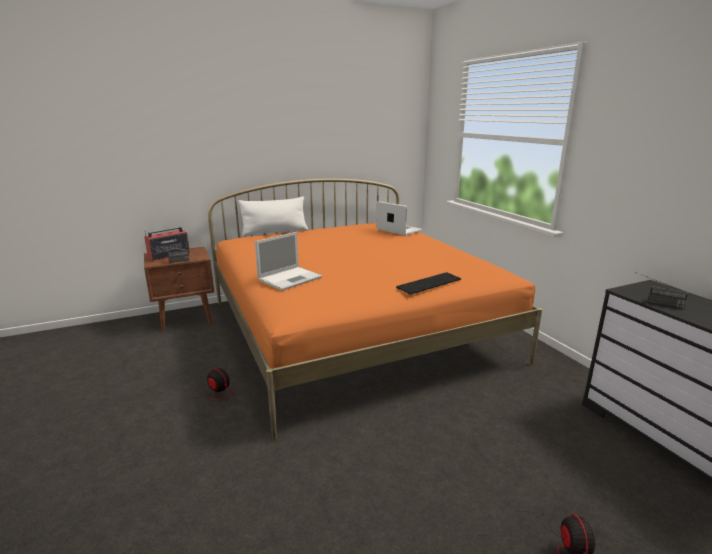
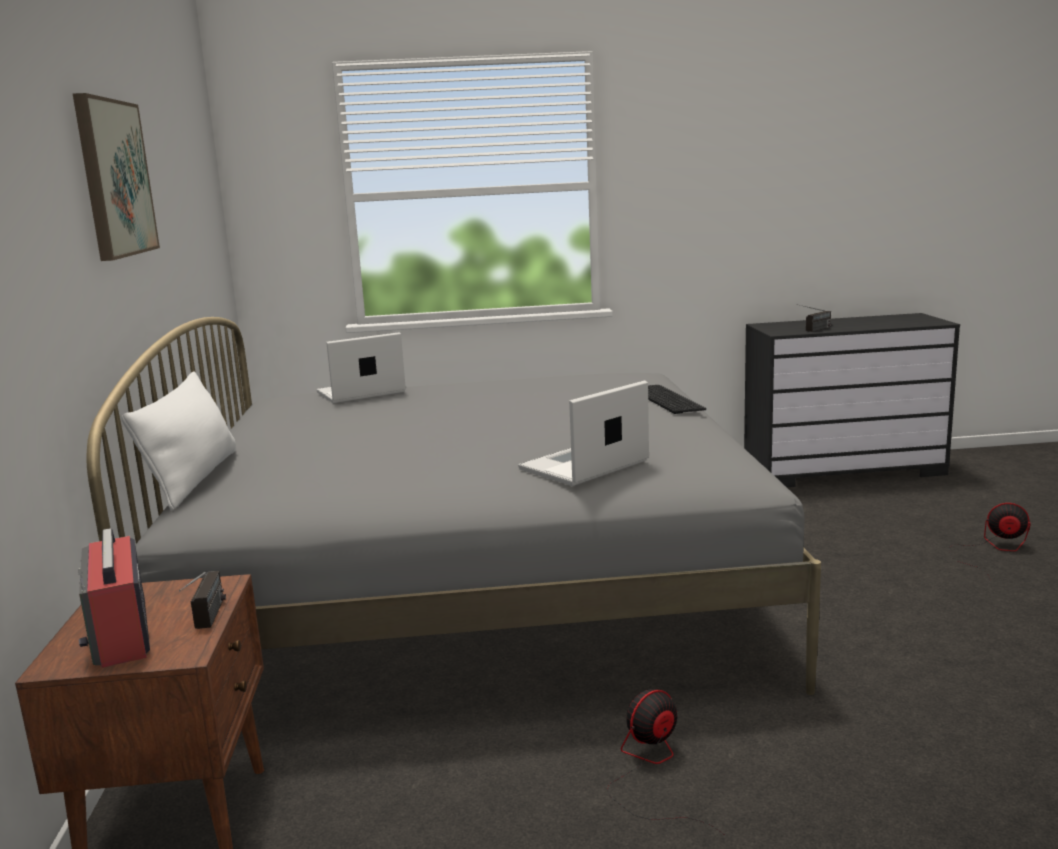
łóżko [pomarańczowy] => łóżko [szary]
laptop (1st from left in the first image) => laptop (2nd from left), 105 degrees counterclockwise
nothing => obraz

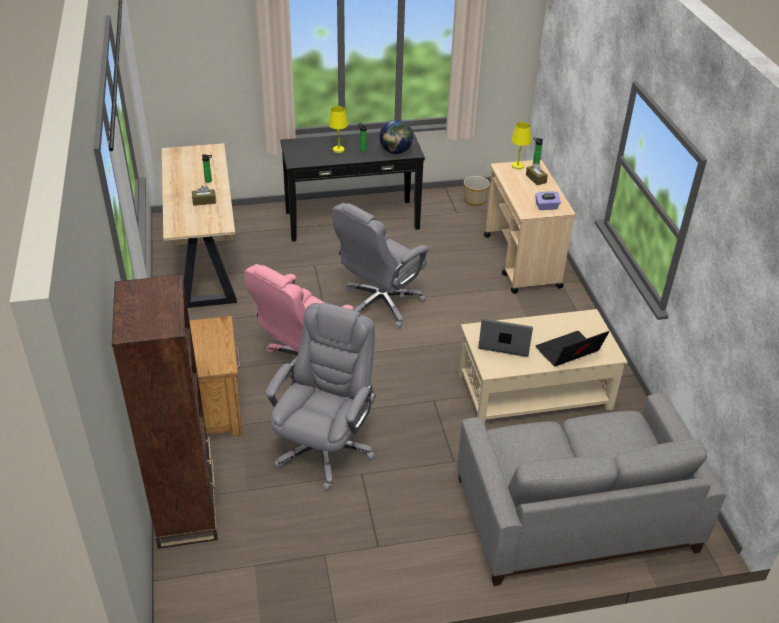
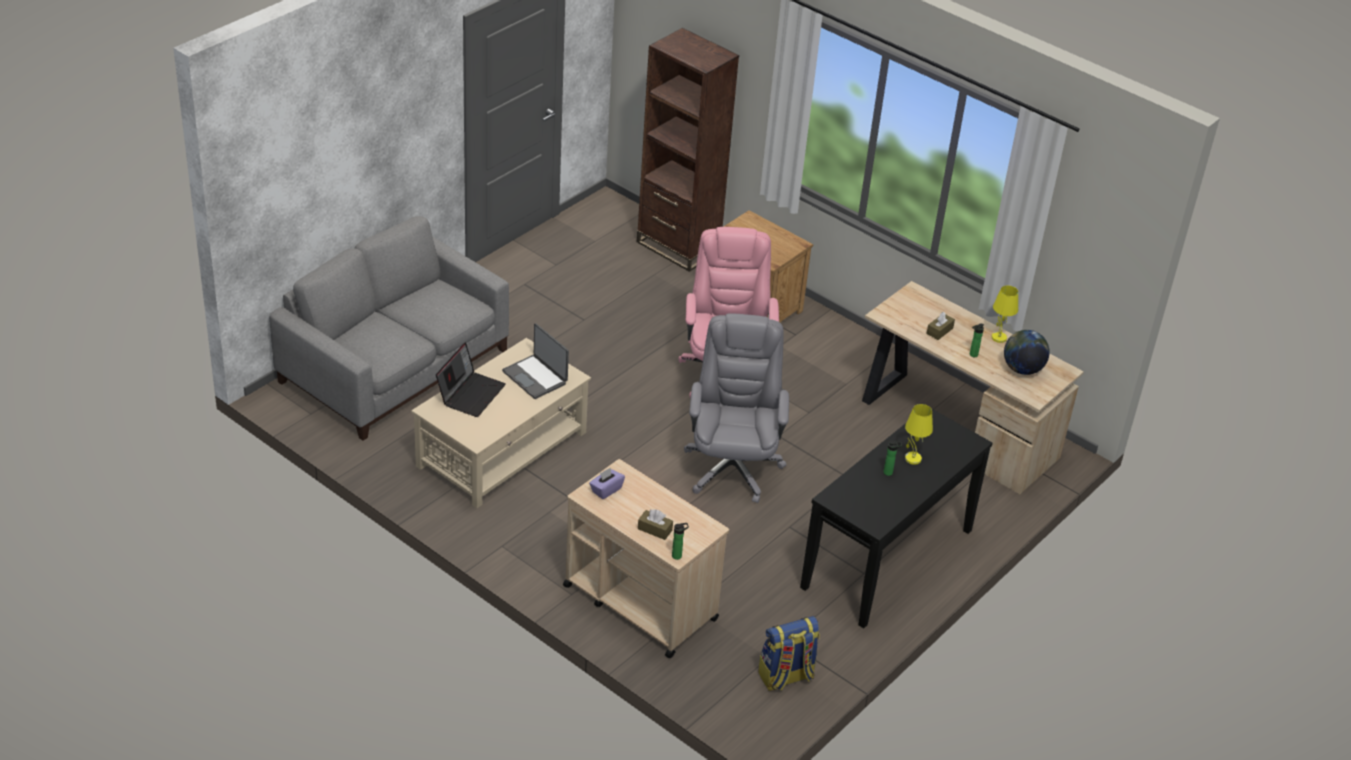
globus, moved
lampa stołowa [żółty] (2nd from left), moved
donica => plecak
krzesło biurowe [szary] (1st from left) => nothing
laptop (1st from left in the first image) => laptop (2nd from left), 75 degrees clockwise

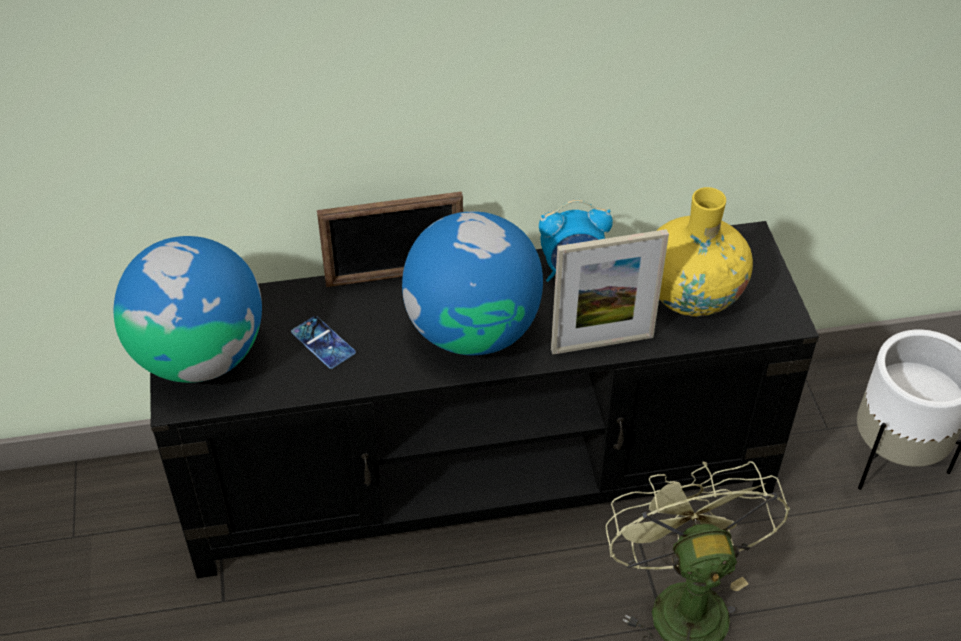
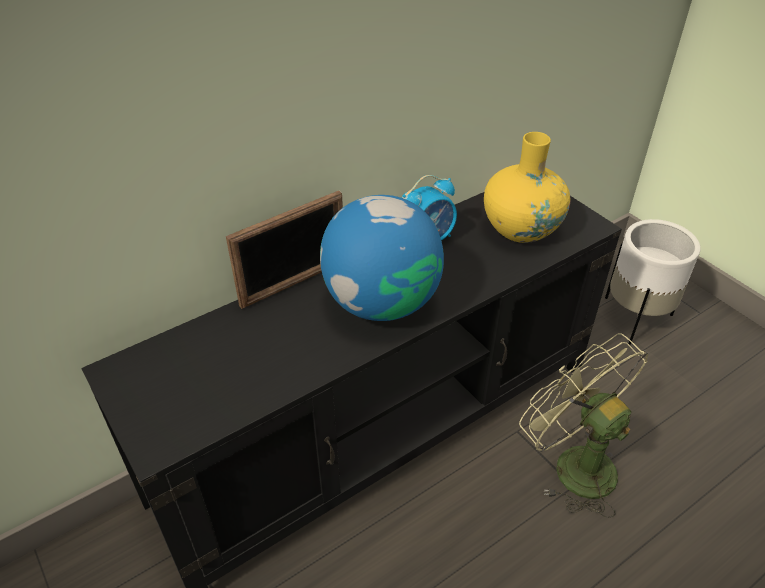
ramka na zdjęcie (2nd from left) => nothing
globus (1st from left) => nothing
telefon => nothing

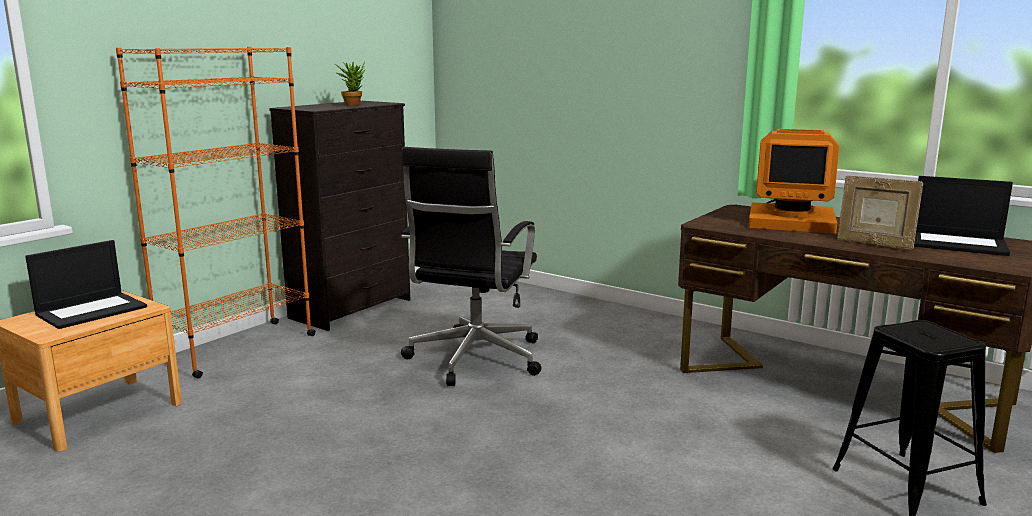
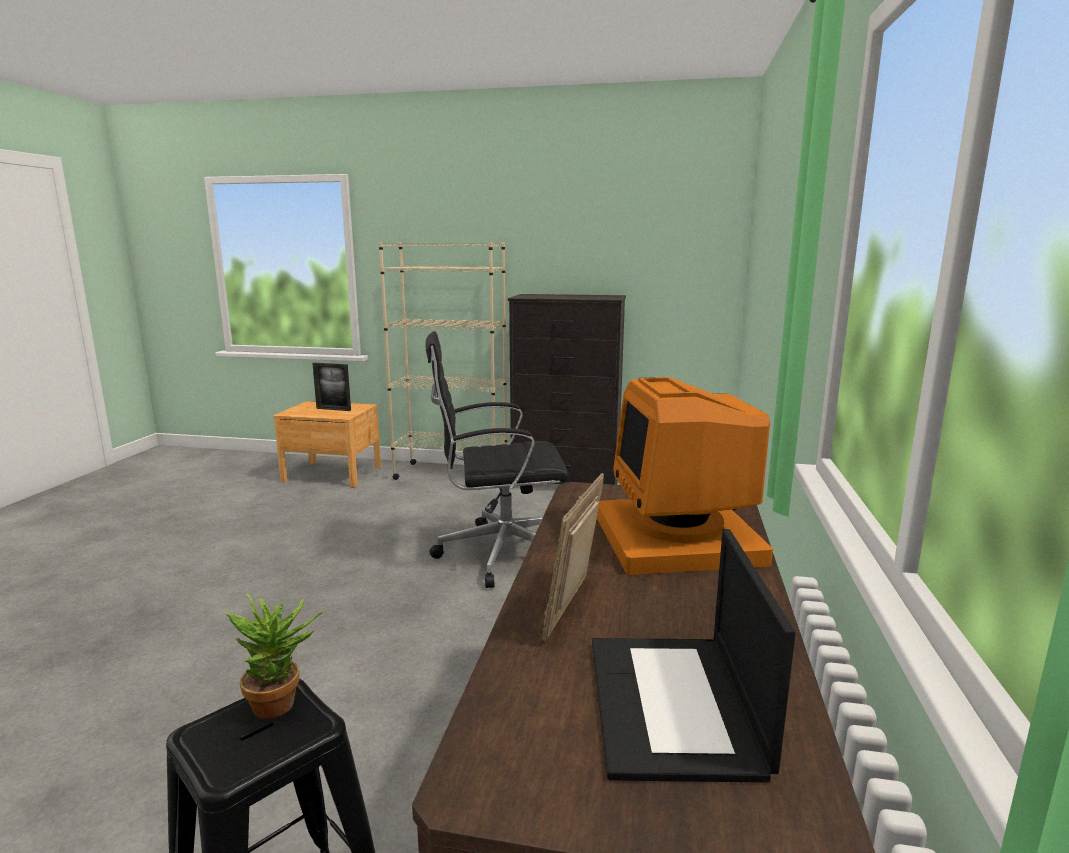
regał [pomarańczowy] => regał [beżowy]
roślina doniczkowa, moved
laptop (1st from left) => ramka na zdjęcie (1st from left)

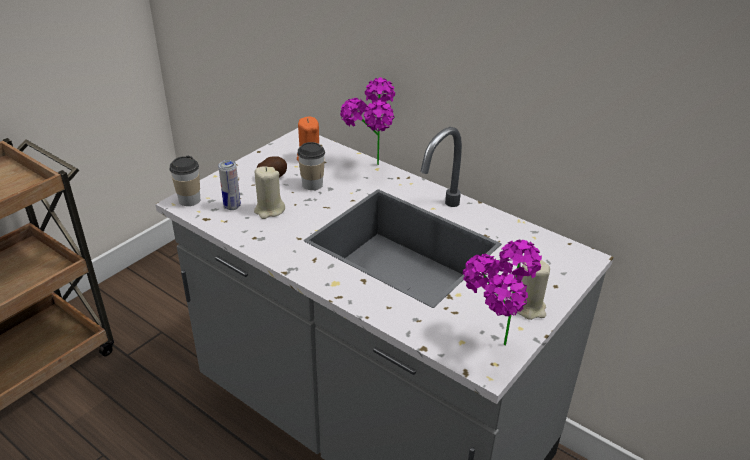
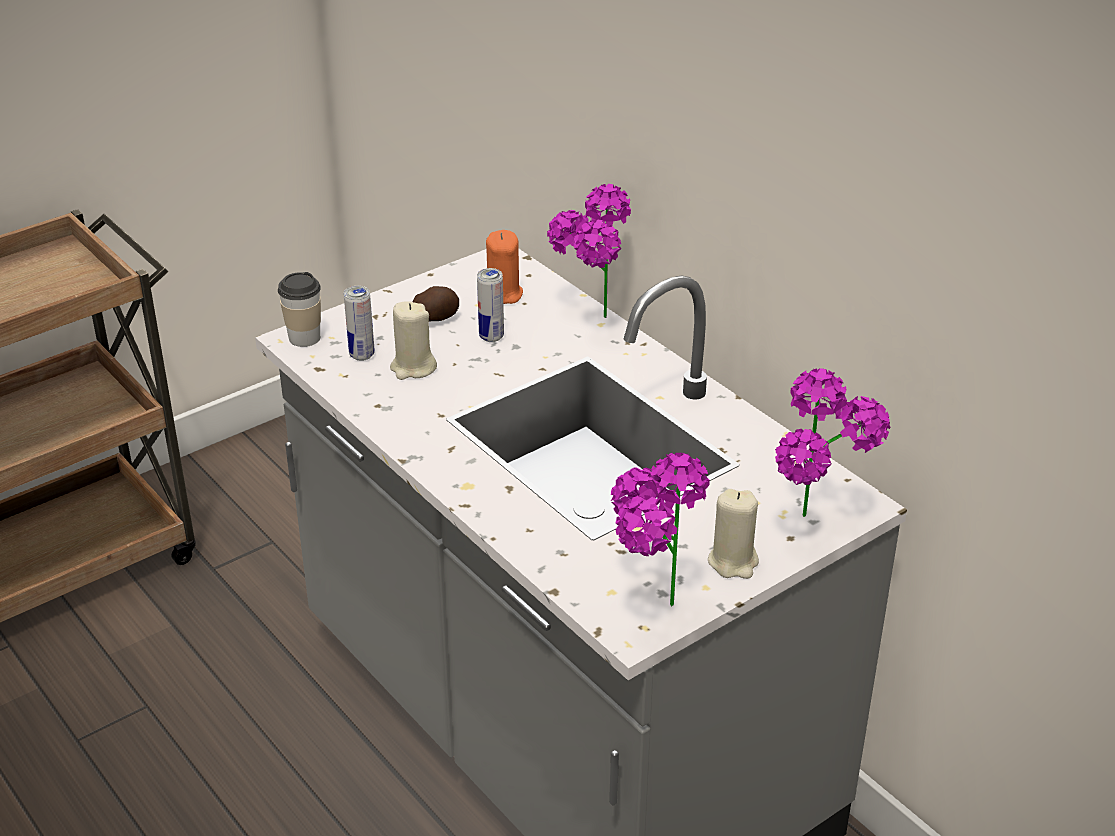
filiżanka (2nd from left) => puszka (2nd from left)
nothing => roślina doniczkowa (3rd from left)

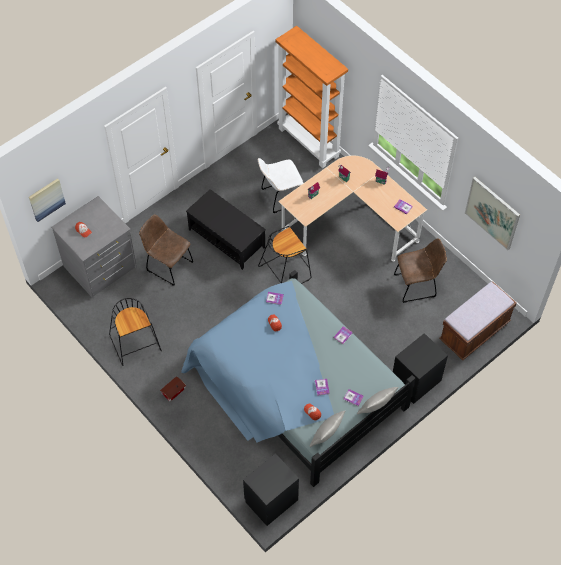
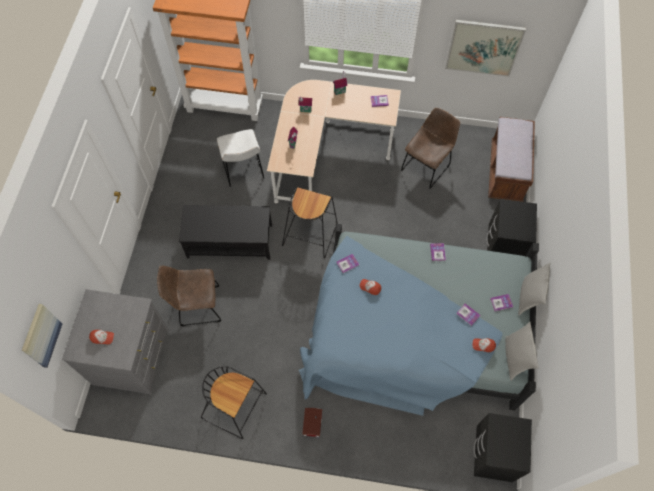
krzesło [biały], 45 degrees counterclockwise

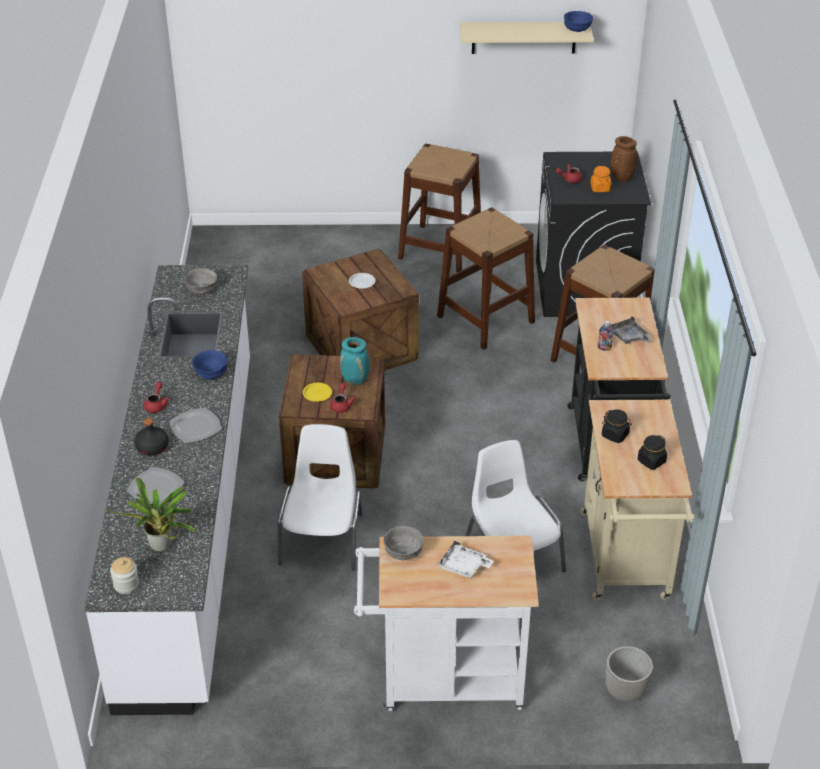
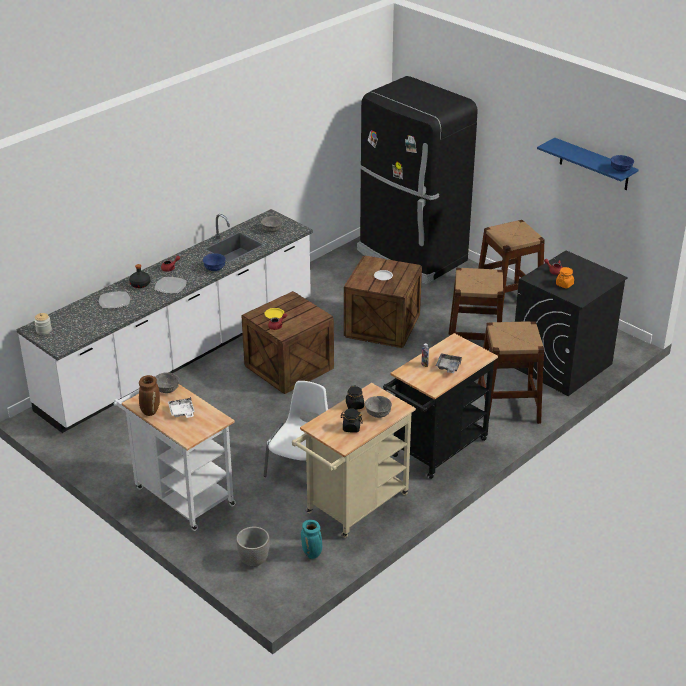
półka [beżowy] => półka [niebieski]
wazon [brązowy], moved
wazon [turkusowy], moved
krzesło [biały] (1st from left) => nothing
roślina doniczkowa => nothing
nothing => lodówka [czarny]
nothing => miska [szary] (3rd from left)

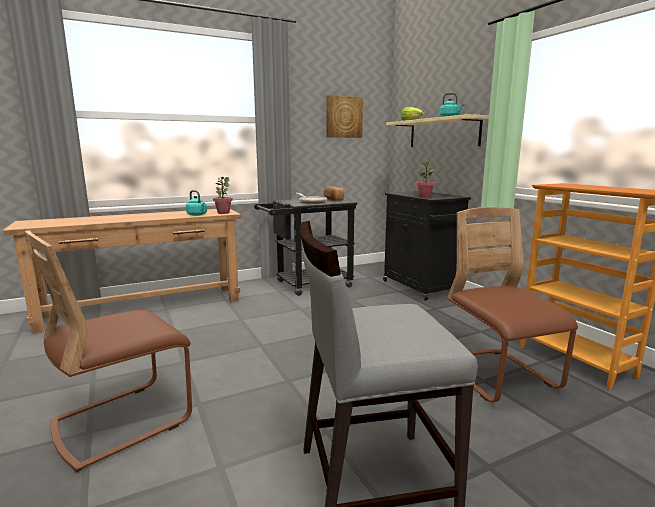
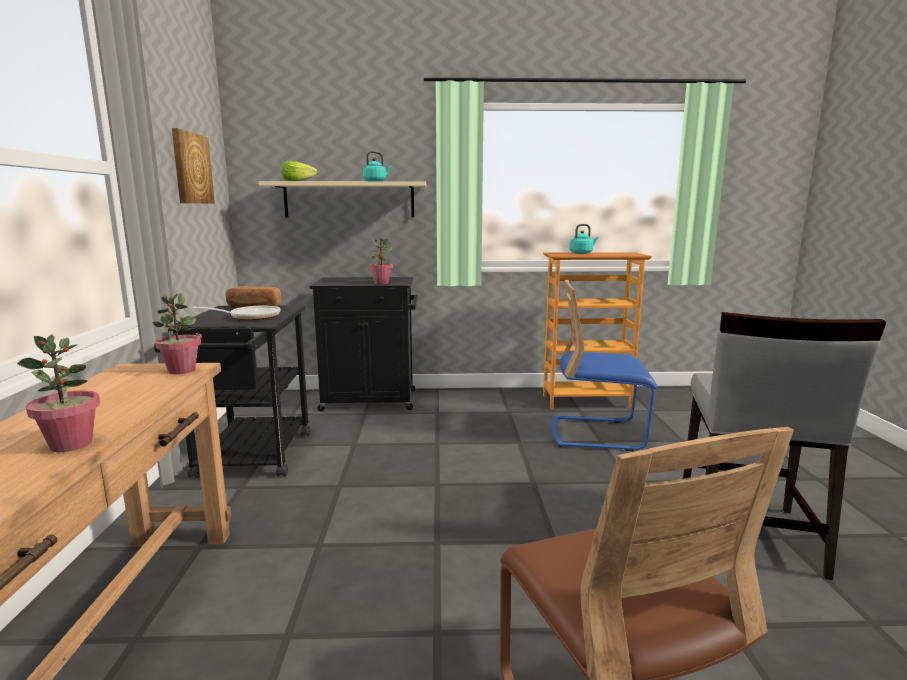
czajnik [turkusowy] (1st from left in the first image) => czajnik [turkusowy] (2nd from left), moved
krzesło [brązowy] (2nd from left) => krzesło [niebieski]
nothing => roślina doniczkowa (1st from left)

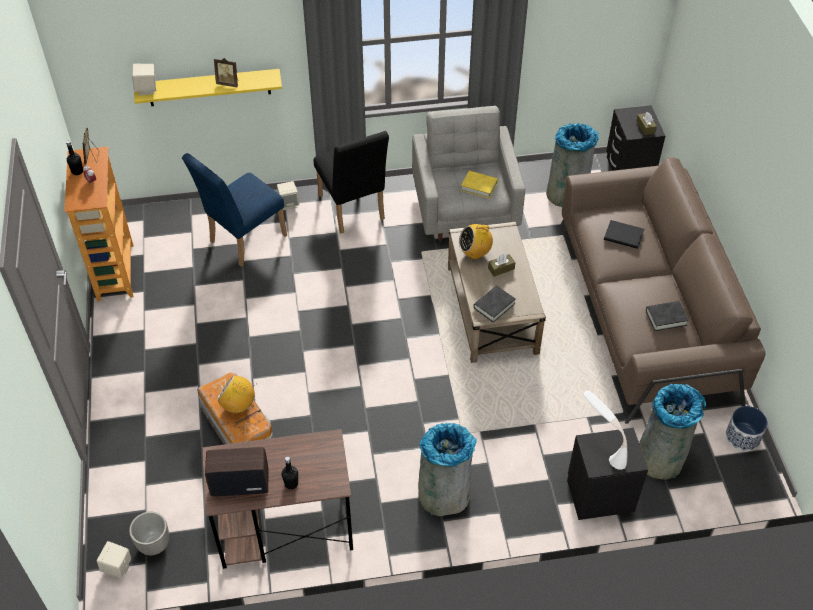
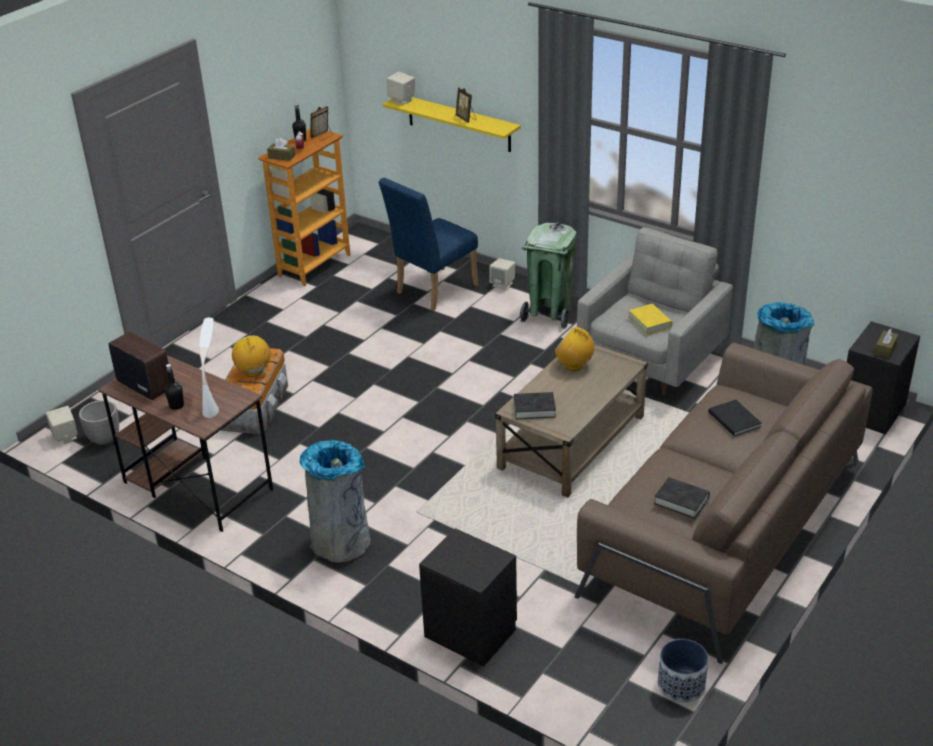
krzesło [czarny] => kosz na śmieci [zielony]
krzesło [niebieski], 45 degrees counterclockwise
pudełko chusteczek [brązowy] (1st from left), moved
kosz na śmieci [szary] (3rd from left) => nothing
lampa stołowa [biały], moved

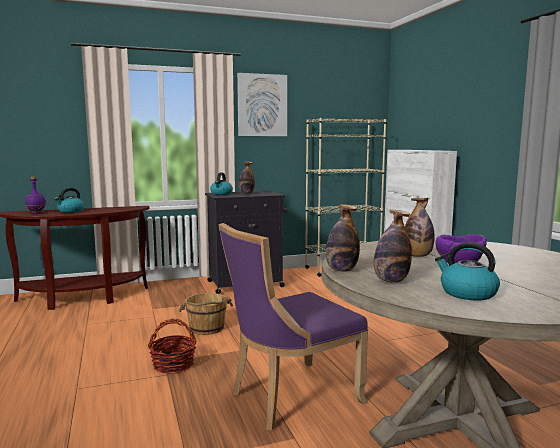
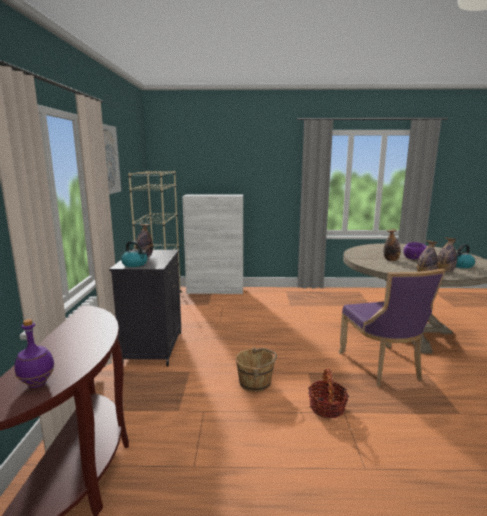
czajnik (1st from left) => nothing

